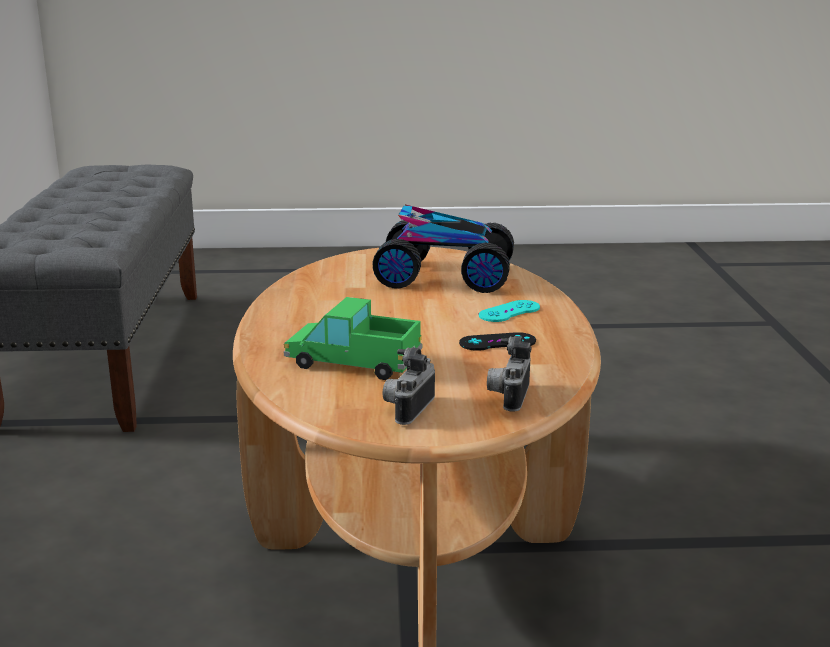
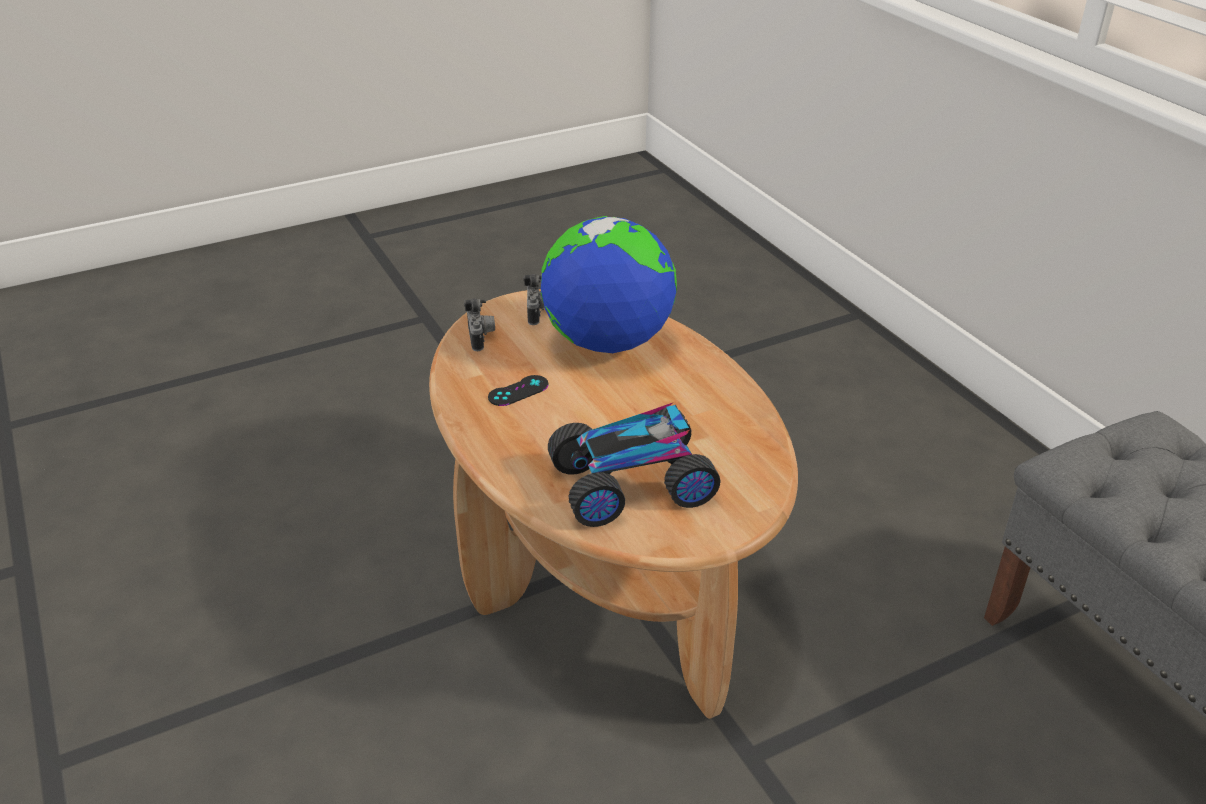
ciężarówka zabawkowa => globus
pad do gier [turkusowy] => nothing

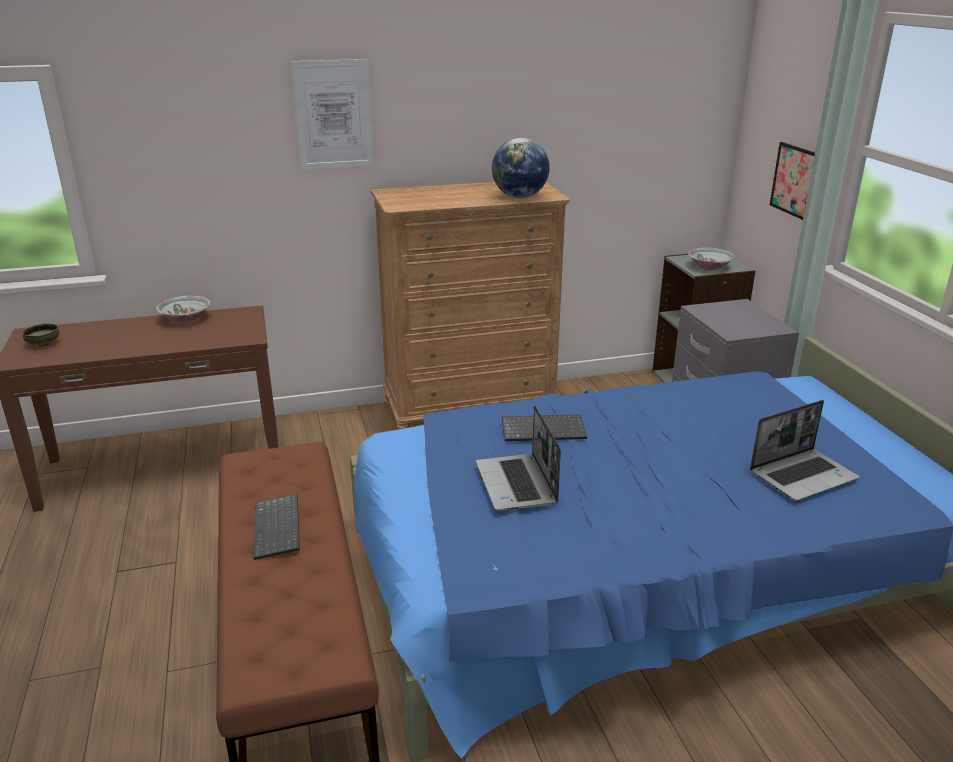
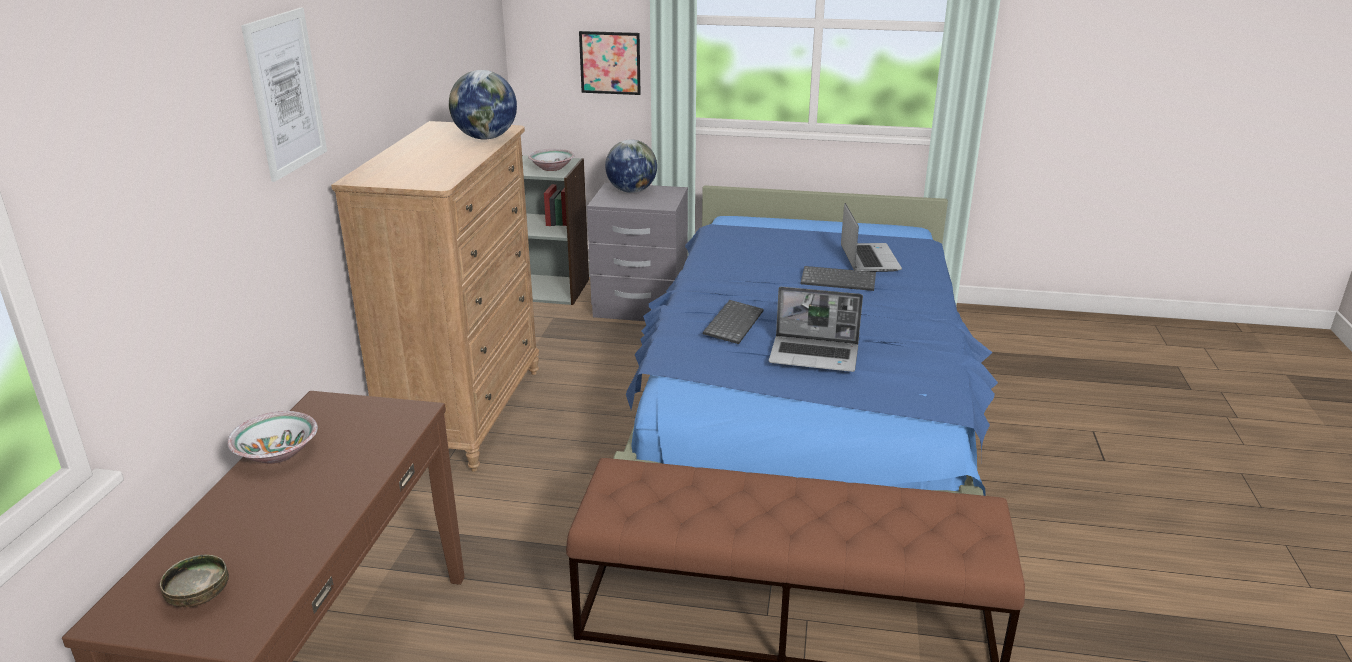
klawiatura (1st from left in the first image) => klawiatura (2nd from left), moved
nothing => globus (2nd from left)

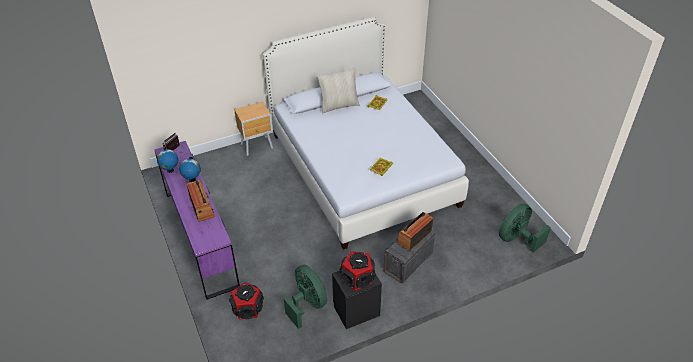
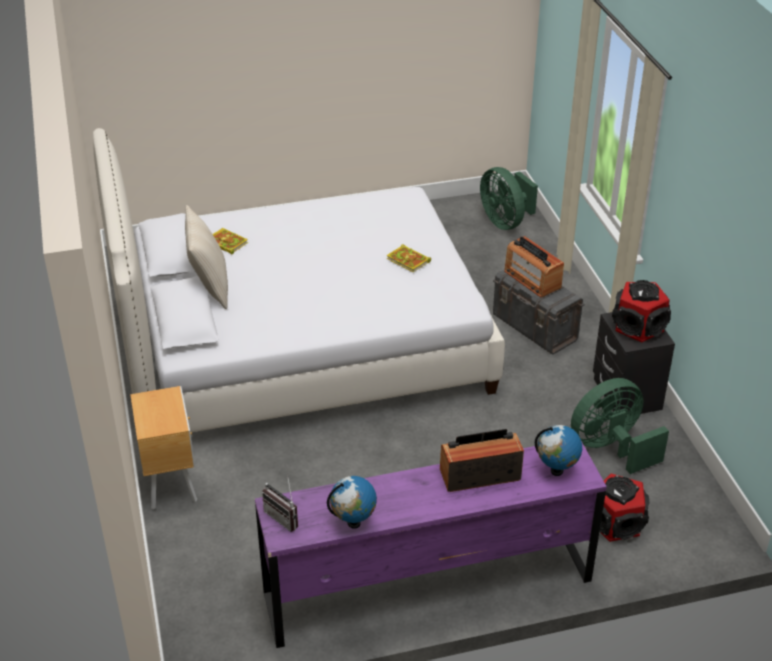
globus (2nd from left), moved

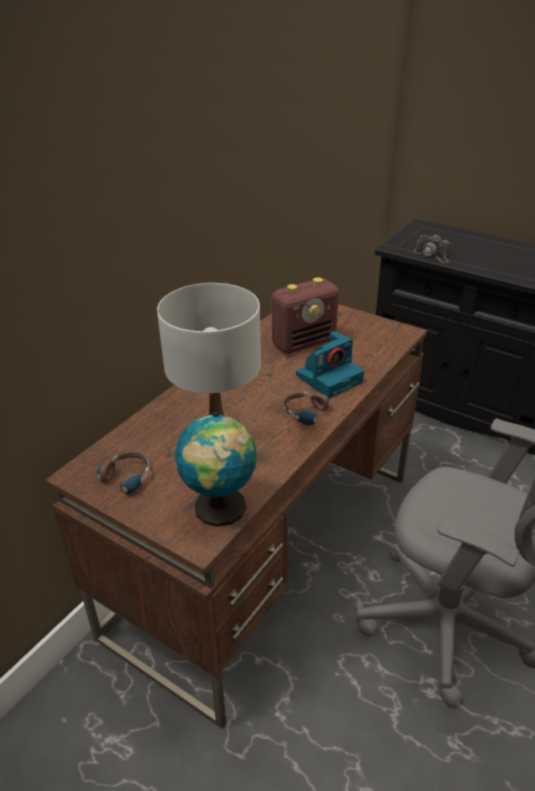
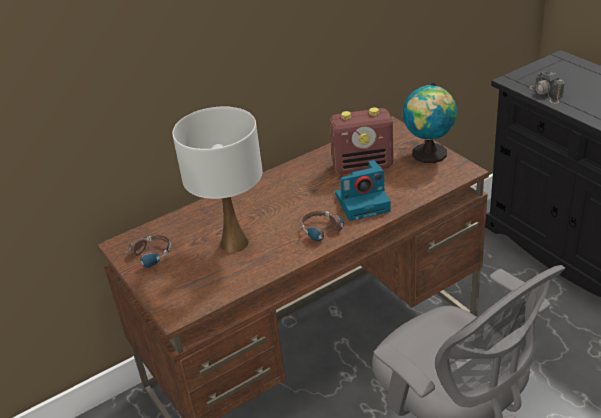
globus, moved

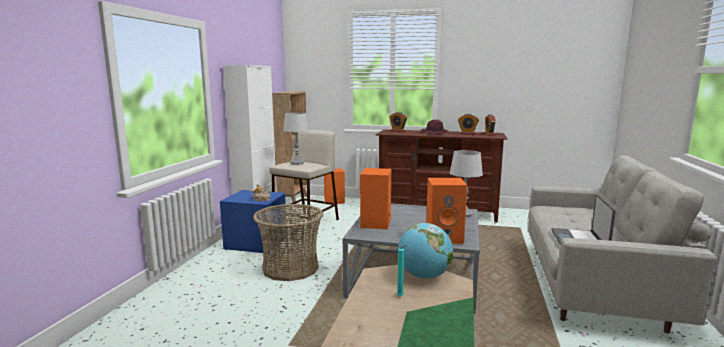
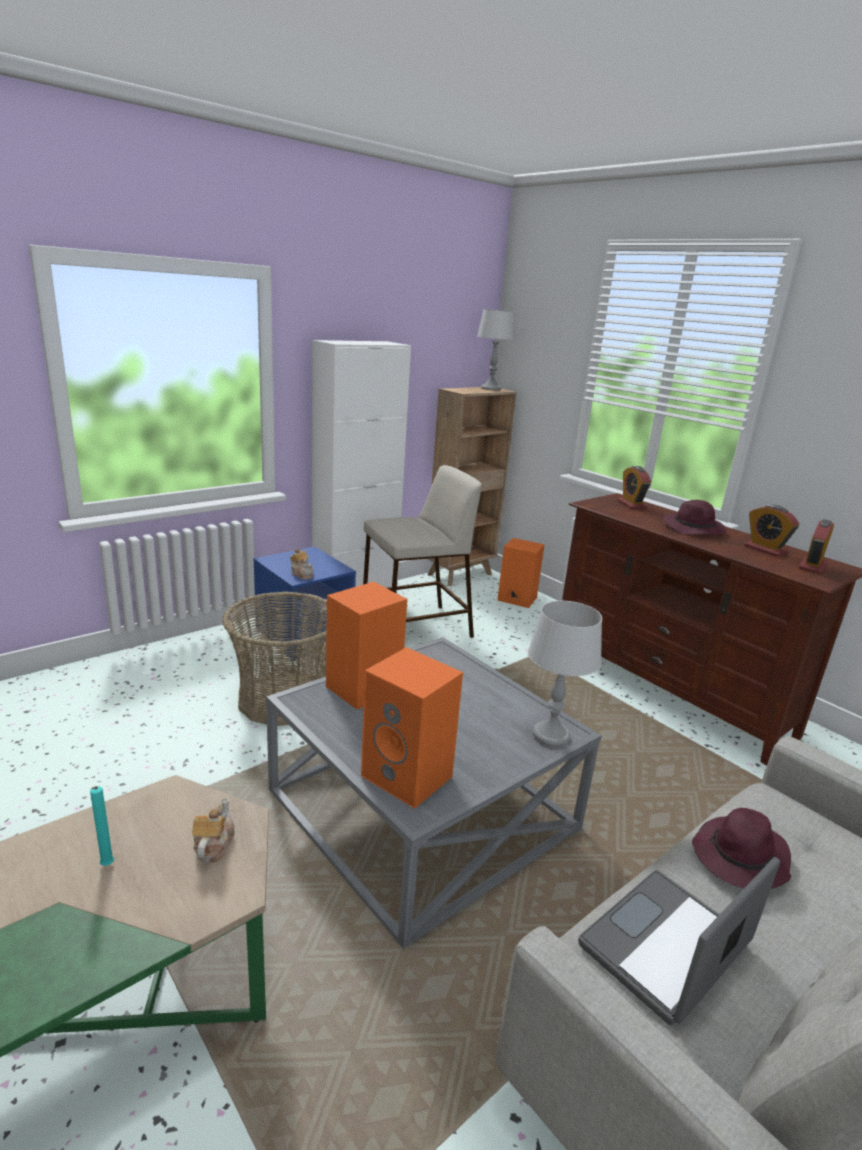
lampa stołowa [szary] (1st from left), moved
globus => imbryk (1st from left)
nothing => kapelusz [fioletowy] (2nd from left)

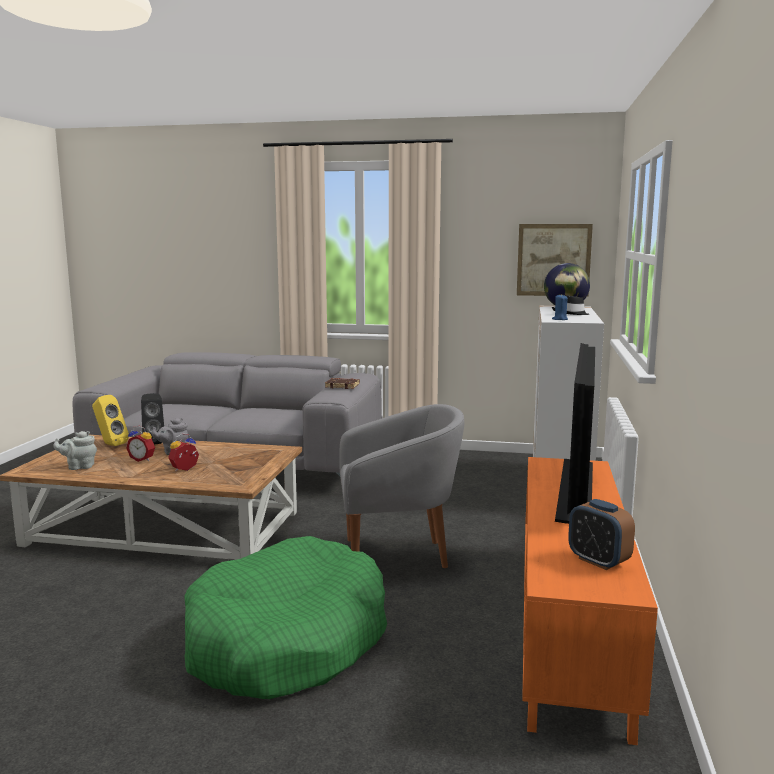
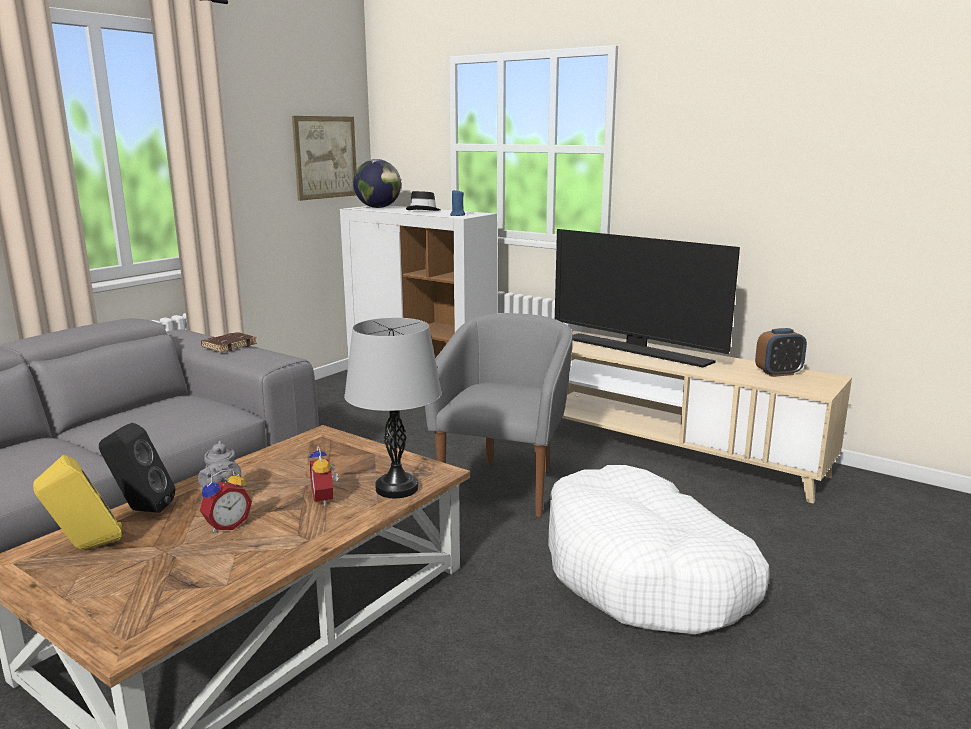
imbryk [szary] (1st from left) => nothing
szafka pod telewizor [pomarańczowy] => szafka pod telewizor [beżowy]
legowisko [zielony] => legowisko [biały]
nothing => lampa stołowa [szary]

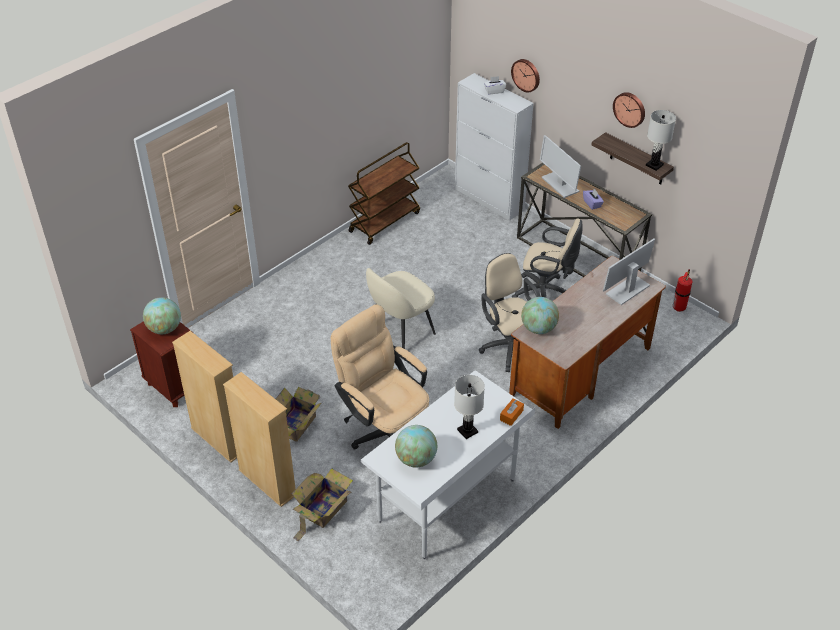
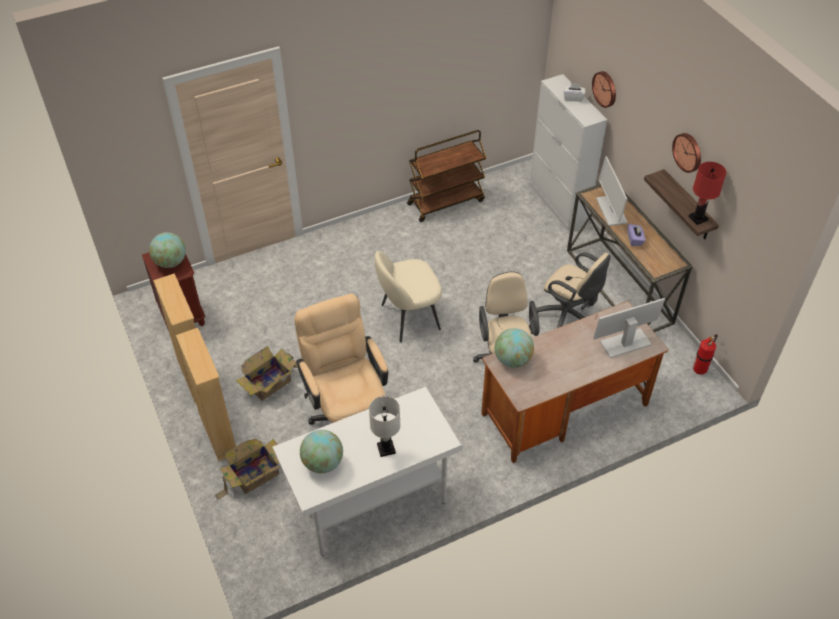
lampa stołowa [biały] (2nd from left) => lampa stołowa [czerwony]
pudełko chusteczek [pomarańczowy] => nothing

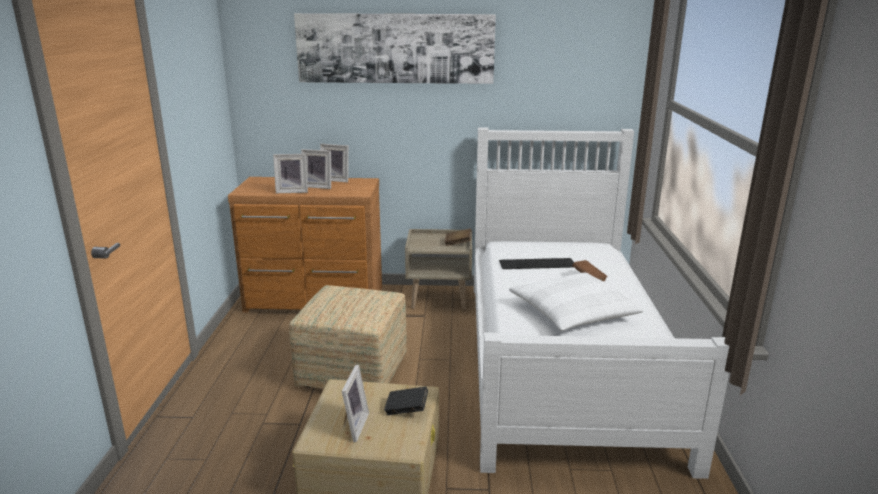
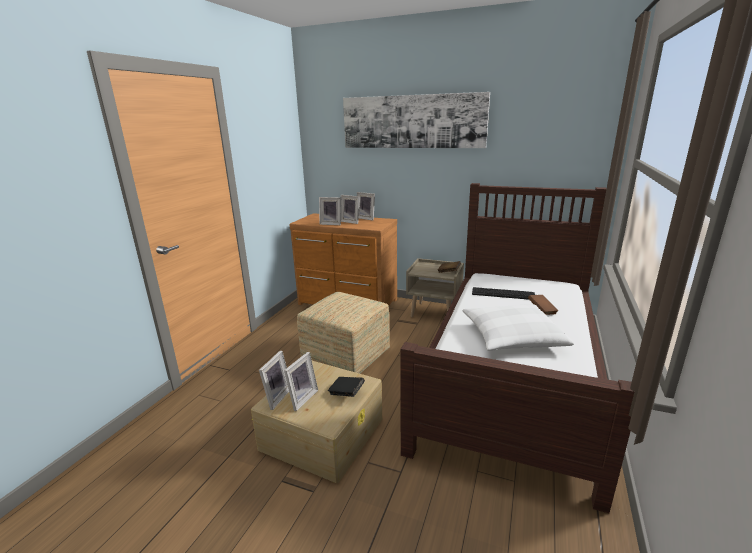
łóżko [biały] => łóżko [brązowy]
nothing => ramka na zdjęcie (1st from left)

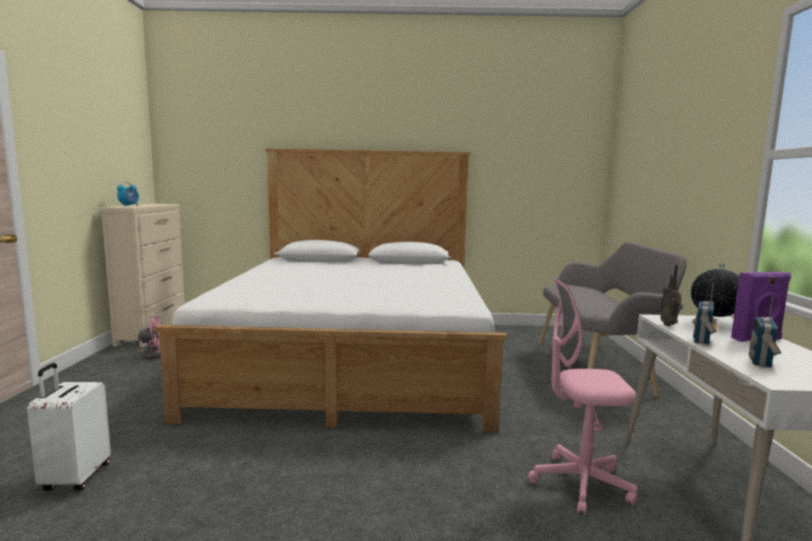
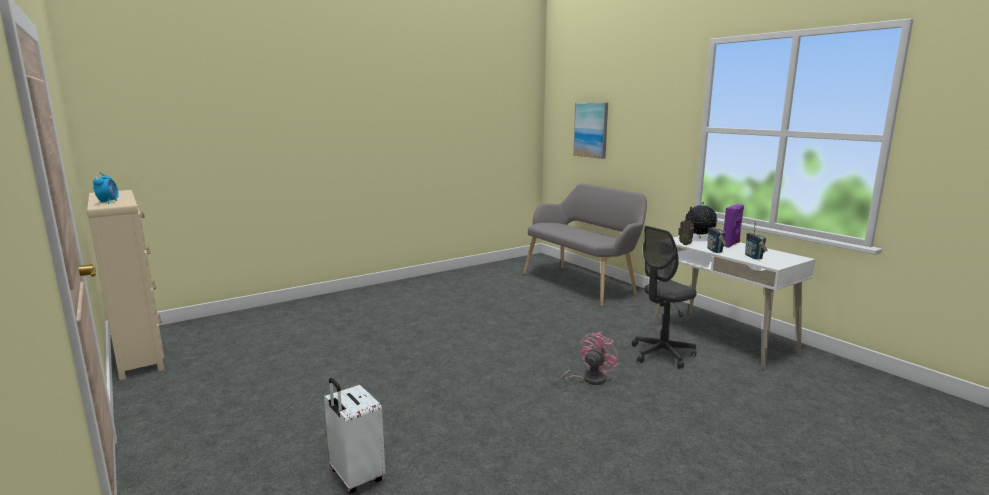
łóżko => nothing
krzesło biurowe [różowy] => krzesło biurowe [szary]
wentylator [różowy], moved
nothing => obraz

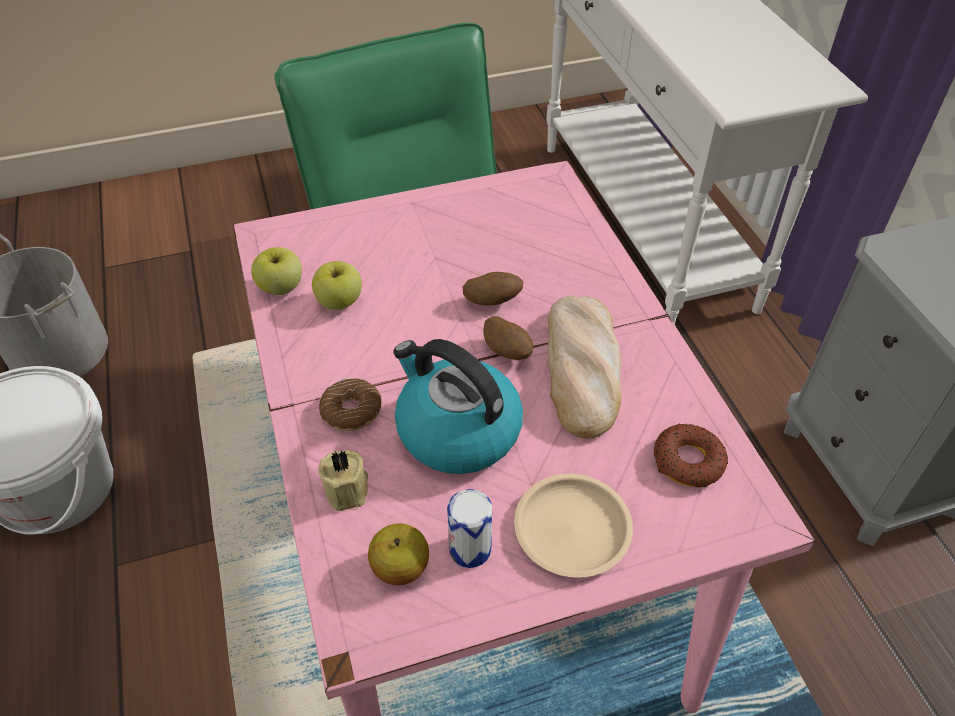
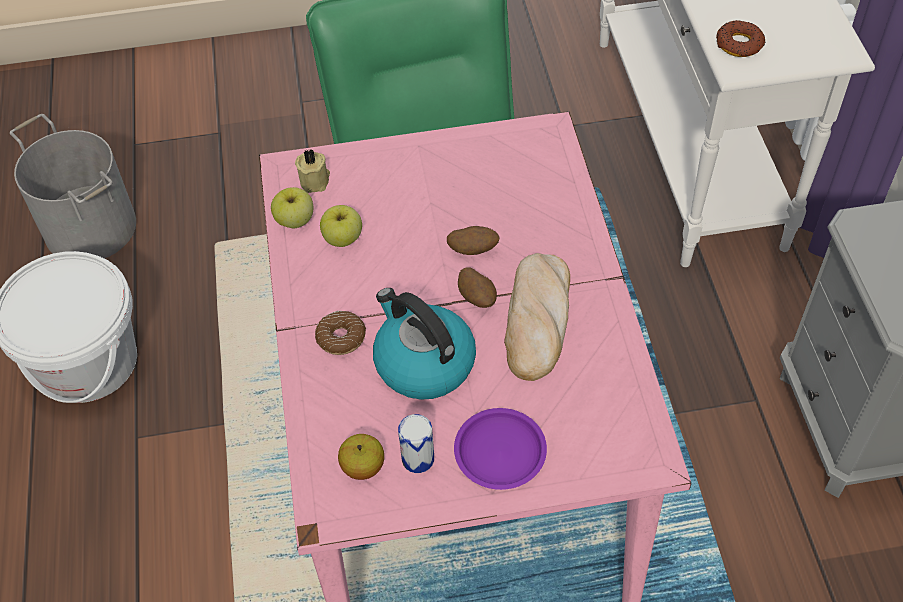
donut (2nd from left), moved
świeca [beżowy], moved
talerz [beżowy] => talerz [fioletowy]

